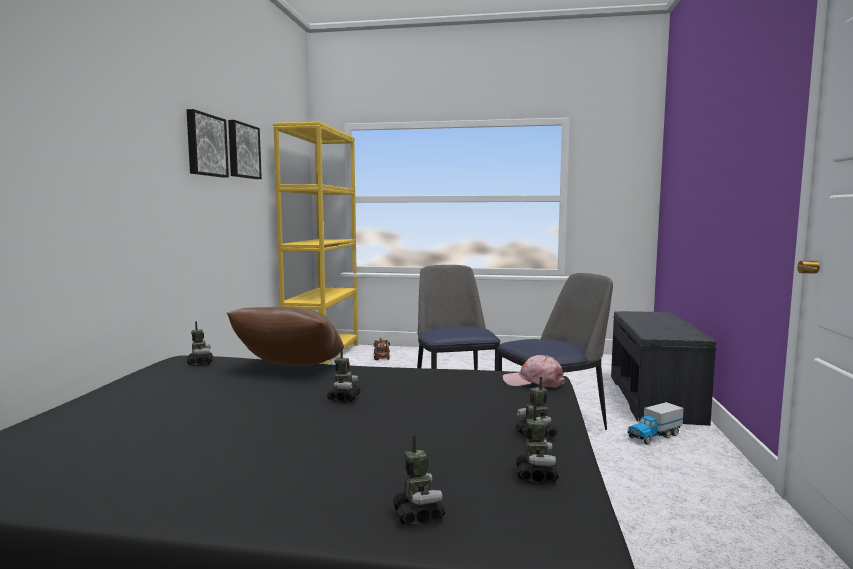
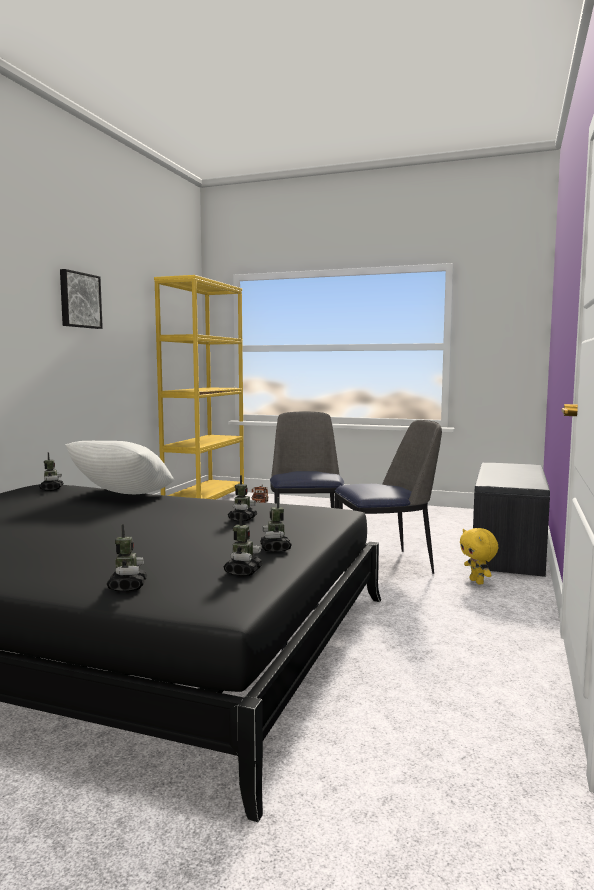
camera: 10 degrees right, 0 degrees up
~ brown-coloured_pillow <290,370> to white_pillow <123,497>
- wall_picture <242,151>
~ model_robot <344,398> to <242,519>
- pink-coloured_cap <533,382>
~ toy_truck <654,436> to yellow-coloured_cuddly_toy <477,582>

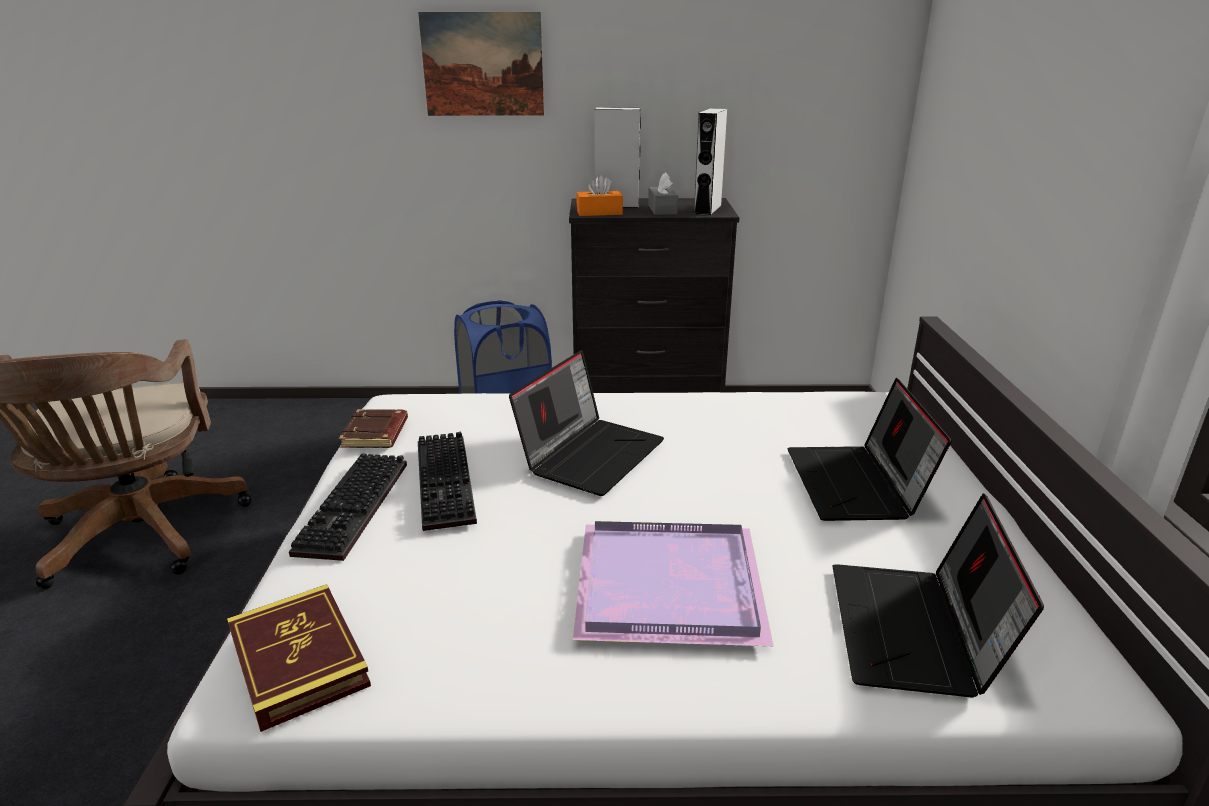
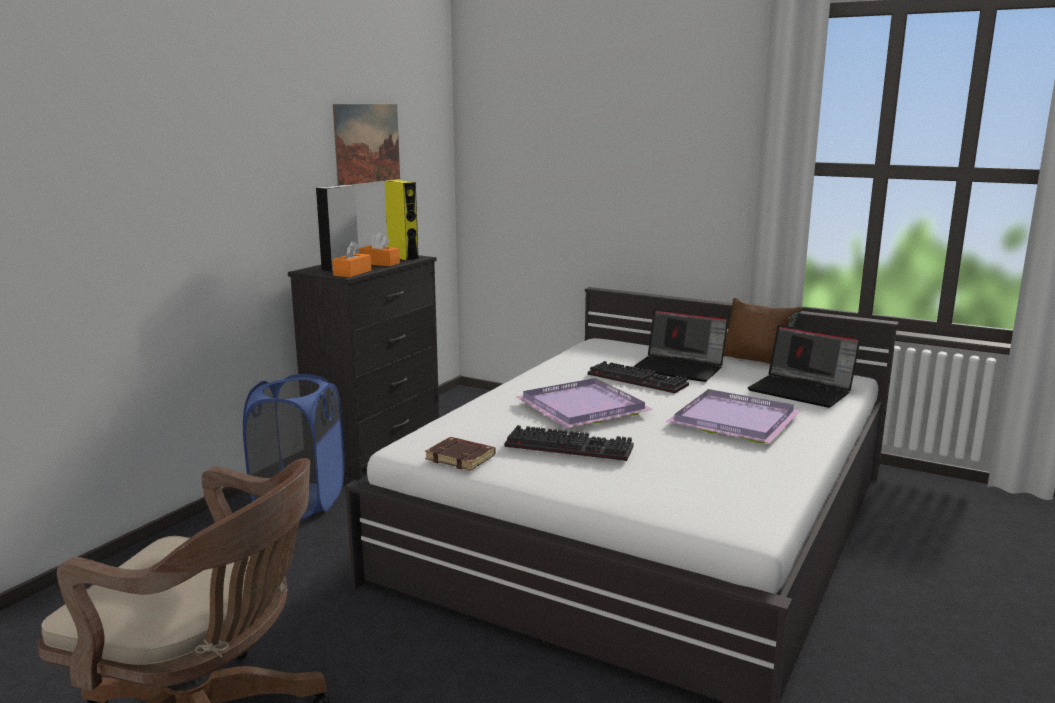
camera: 60 degrees left, 10 degrees down
- book <298,660>
~ PC_keyboard <356,509> to <639,380>
~ wall_picture <483,64> to <367,143>
~ notebook_computer <590,454> to purple_tray <580,407>
~ gray_tissue_box <662,210> to orange-coloured_tissue_box <379,263>
~ gray_audio_speaker <707,209> to yellow-coloured_audio_speaker <403,257>
+ brown-coloured_pillow <757,360>

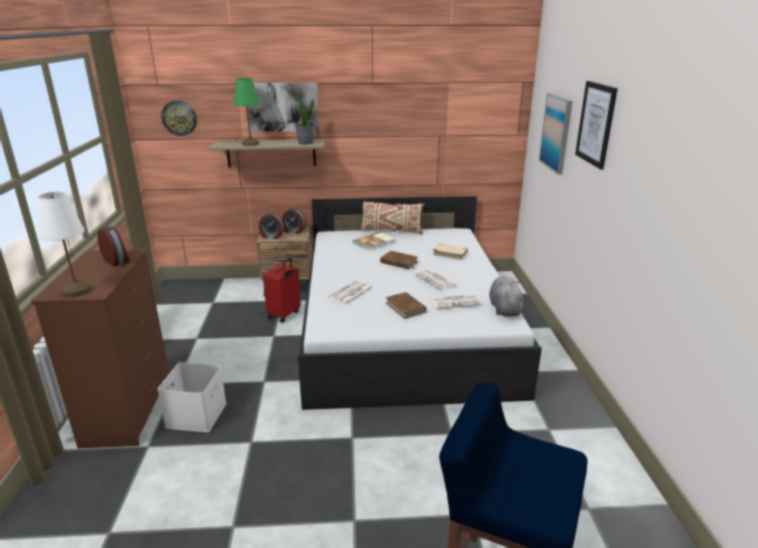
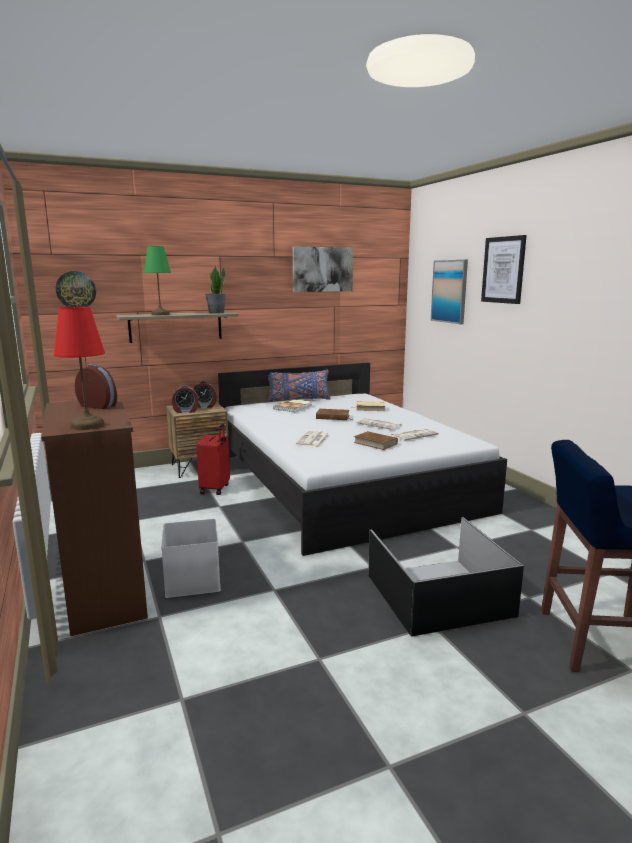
camera: 20 degrees left, 10 degrees down
~ white_tabletop_lamp <76,291> to reddish_tabletop_lamp <87,425>
~ wall_picture <283,107> to <322,269>
~ beige-coloured_pillow <391,231> to blue-coloured_pillow <298,399>
- gray_cuddly_toy <504,308>
+ black-coloured_storage_container <440,594>

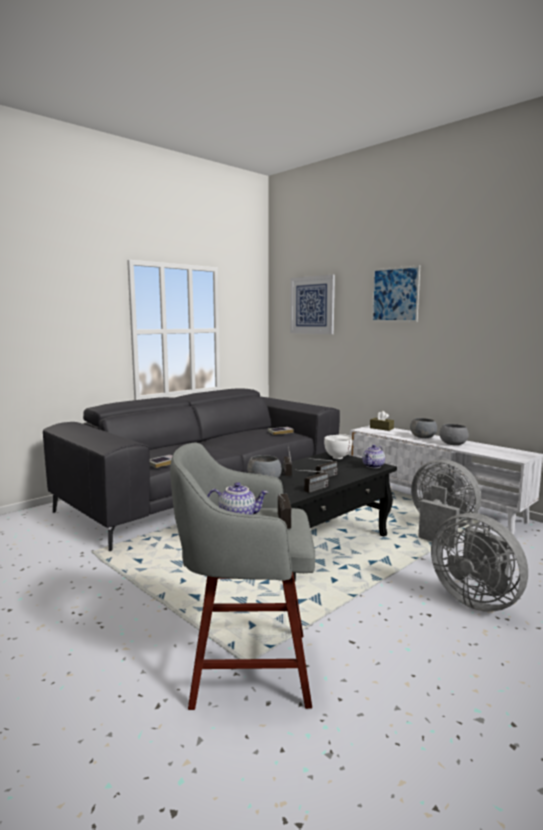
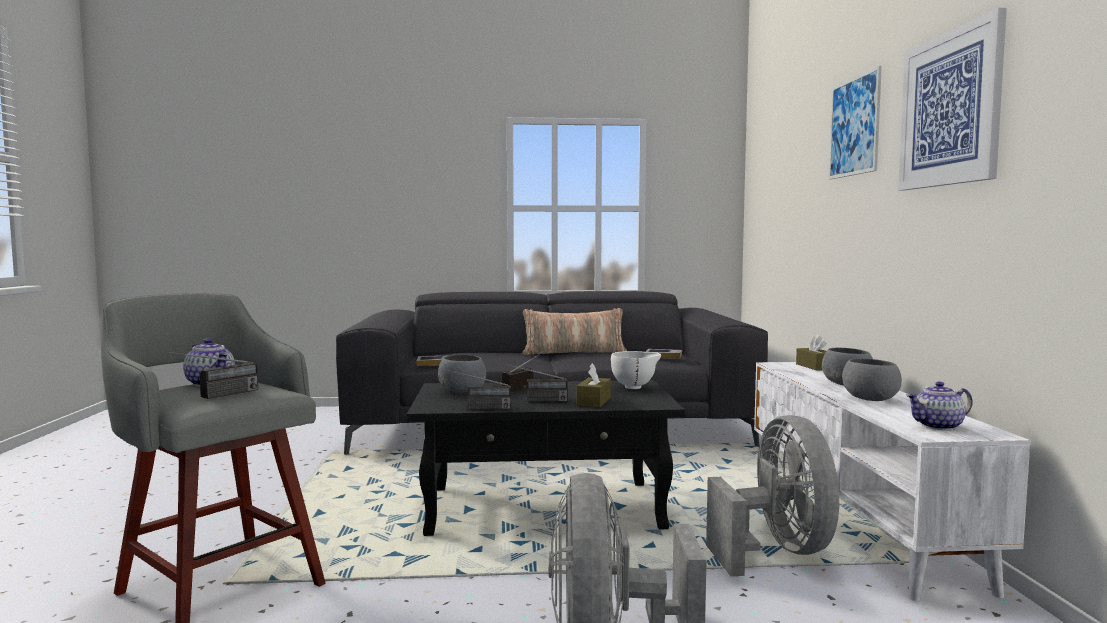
camera: 40 degrees right, 5 degrees down
~ wall_picture <312,305> to <949,109>
~ tea_pot <373,466> to <938,426>
+ pillow <574,352>
+ brown-coloured_tissue_box <594,401>

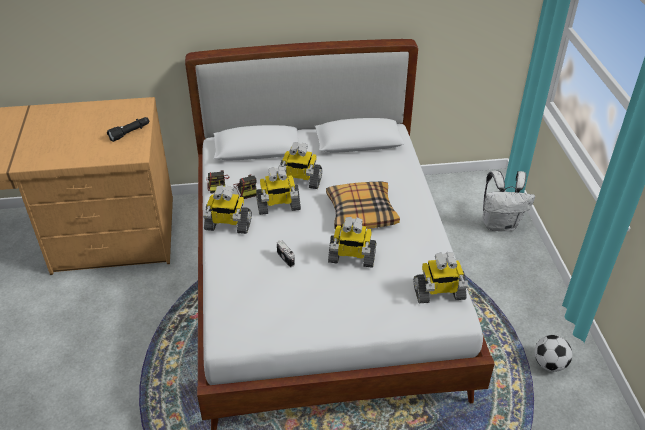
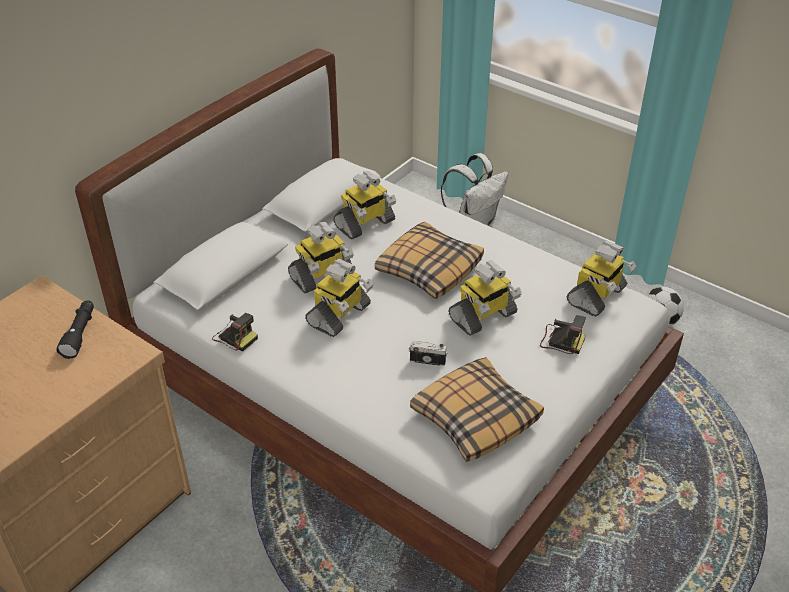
camera: 45 degrees left, 0 degrees up
~ model_robot <227,225> to <365,224>
~ photo_camera <247,189> to <560,341>
+ pillow <475,417>

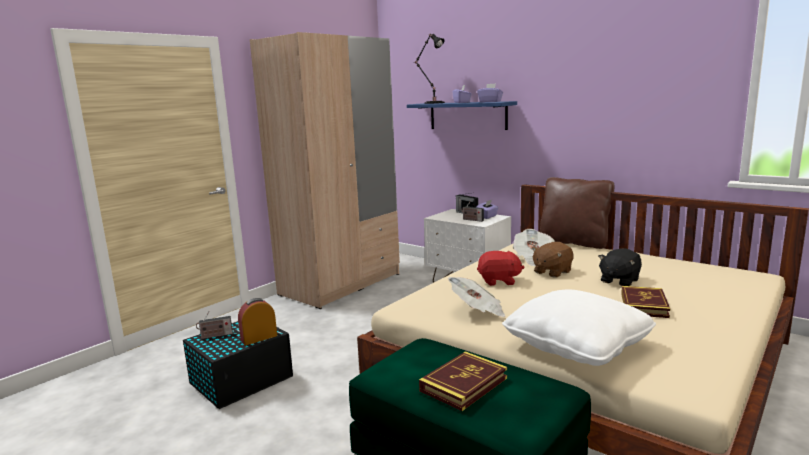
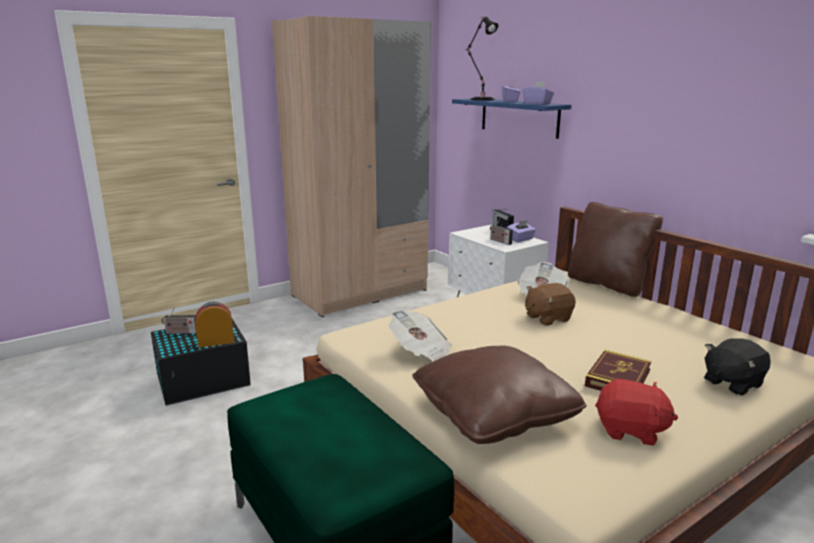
camera: 15 degrees right, 5 degrees up
- book <463,384>
~ reddish_cuddly_toy <499,281> to <630,430>
~ white_pillow <577,345> to brown-coloured_pillow <494,413>
~ black-coloured_cuddly_toy <619,281> to <732,383>

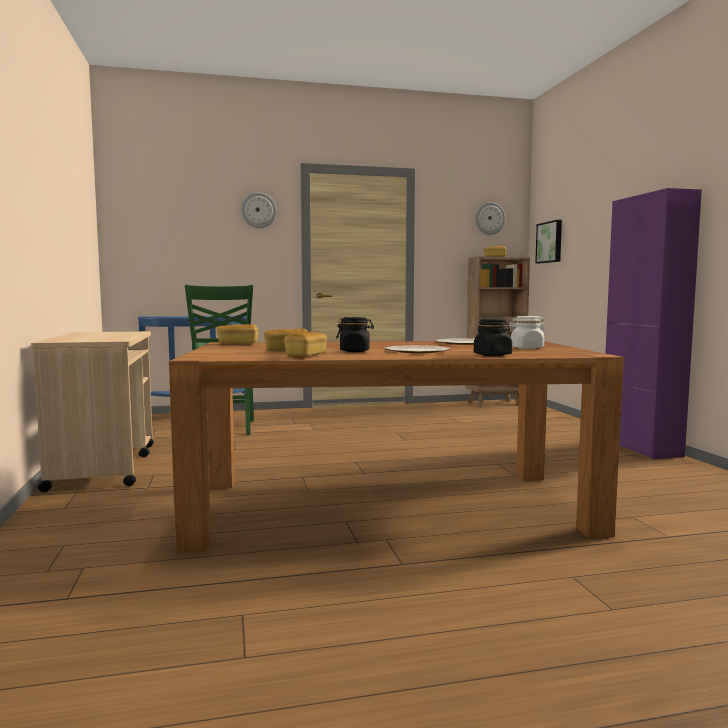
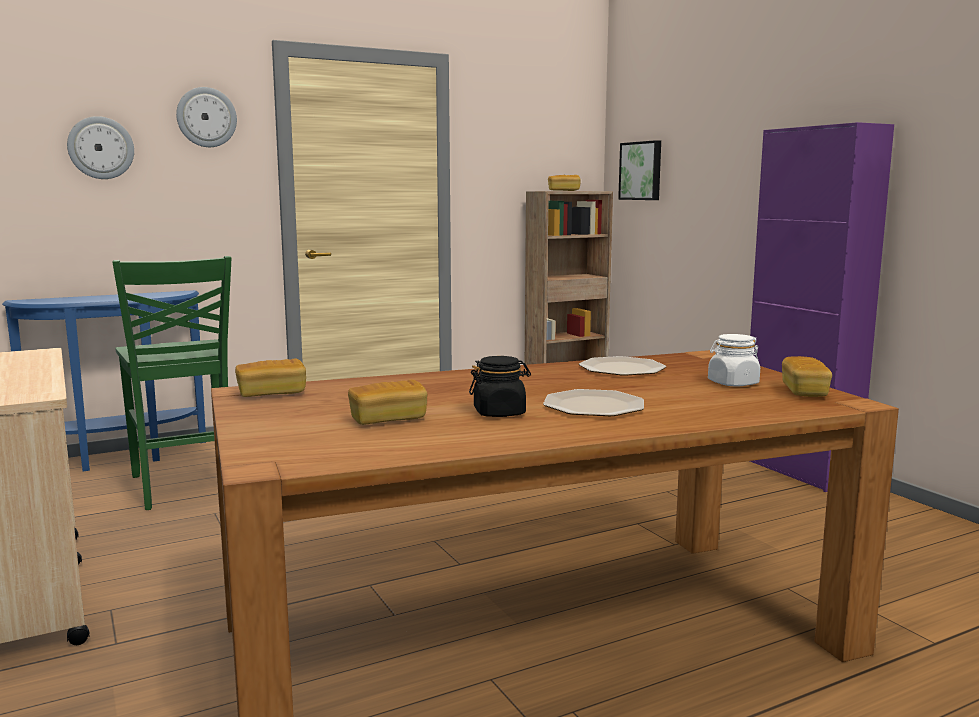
camera: 15 degrees left, 5 degrees up
~ baked_bread <306,356> to <804,391>
- black-coloured_jar <492,355>
~ hanging_clock <489,218> to <101,148>

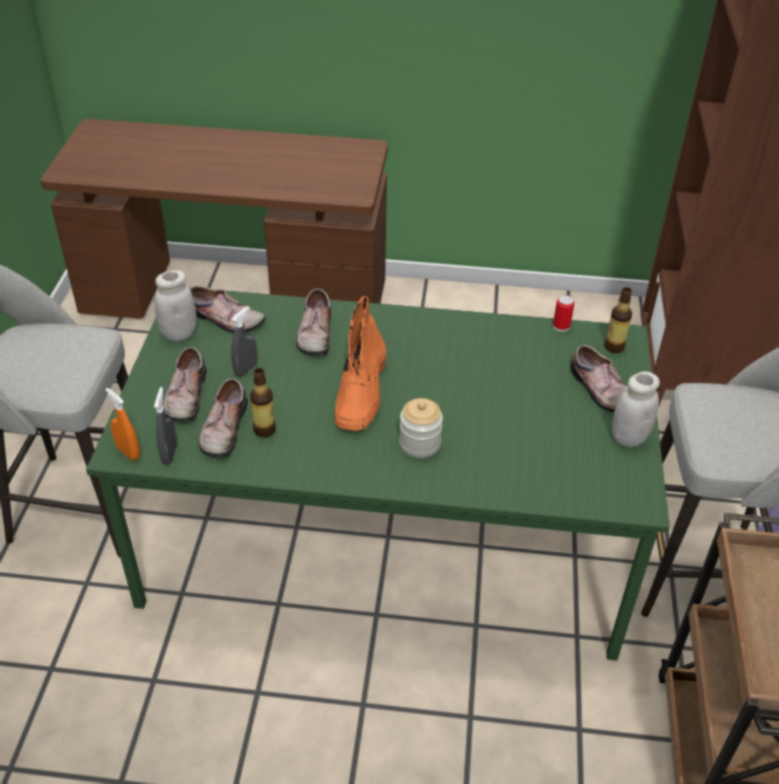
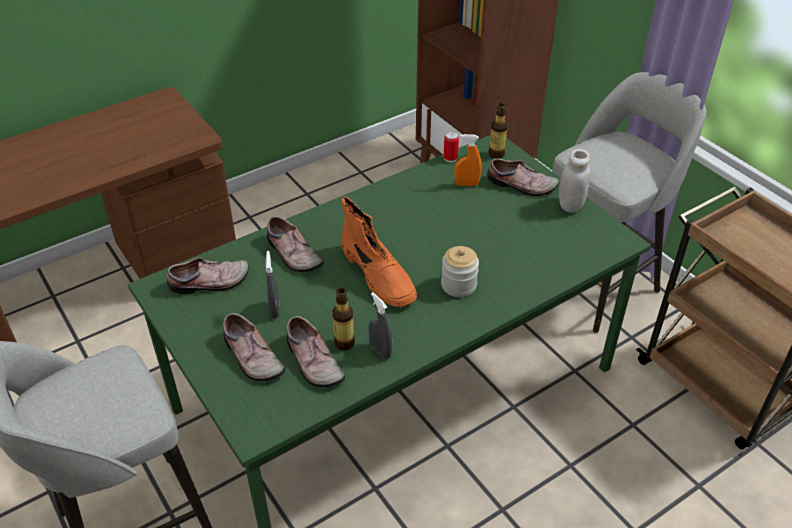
camera: 40 degrees left, 0 degrees up
~ orange-coloured_hand_sprayer <128,452> to <466,184>
- white_jar <179,334>
~ gray_hand_sprayer <169,454> to <380,350>

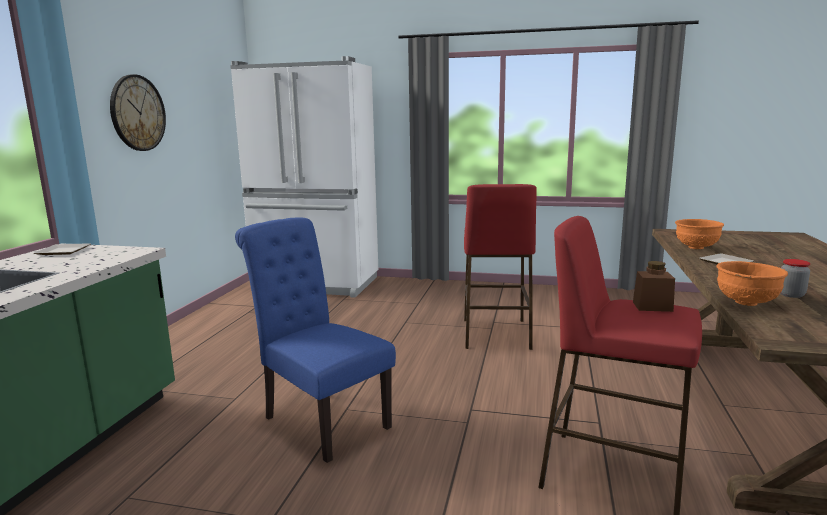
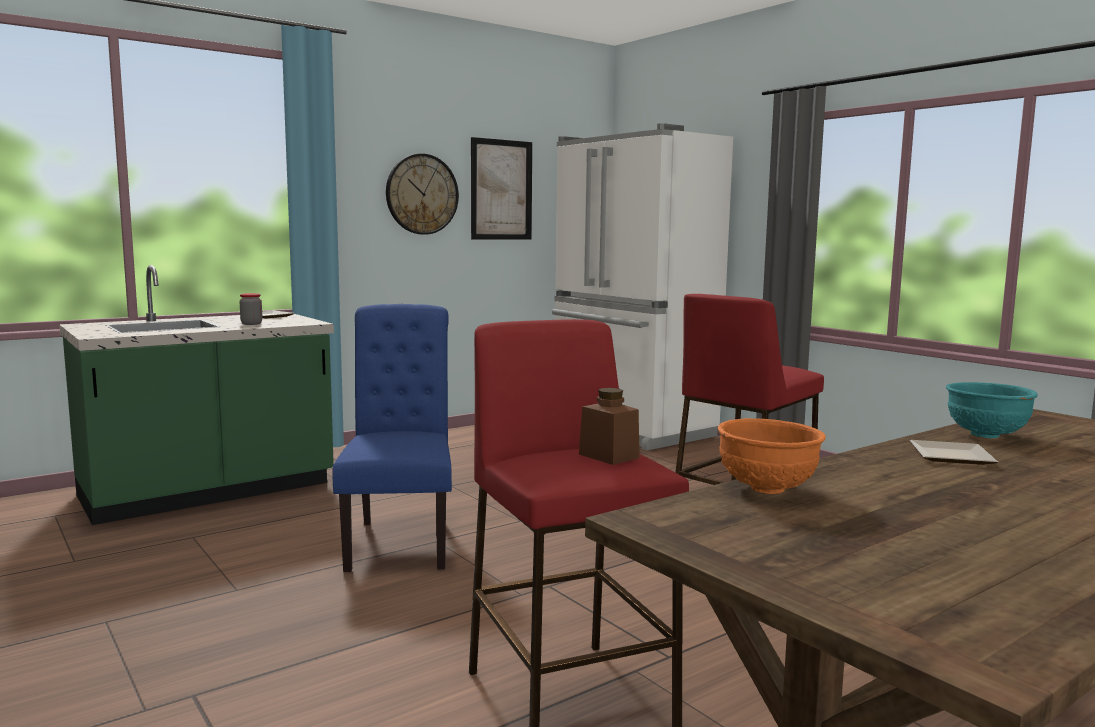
camera: 40 degrees right, 5 degrees down
~ orange-coloured_serving_bowl <696,247> to turquoise-coloured_serving_bowl <986,435>
~ jar <791,295> to <251,324>
+ wall_picture <501,190>

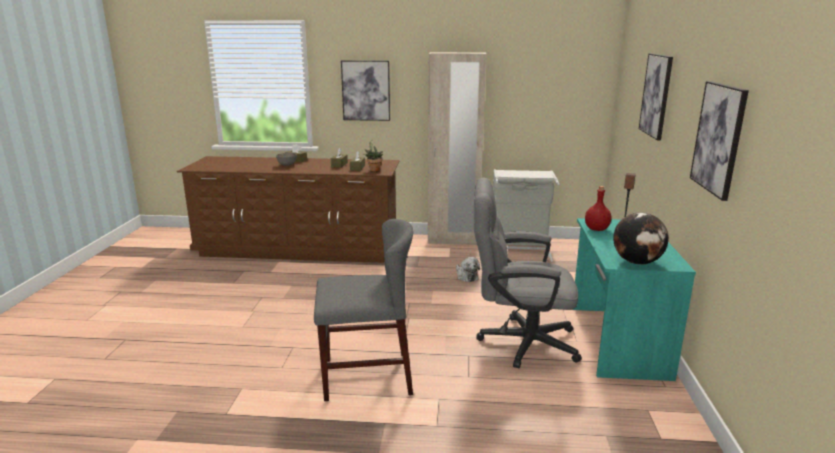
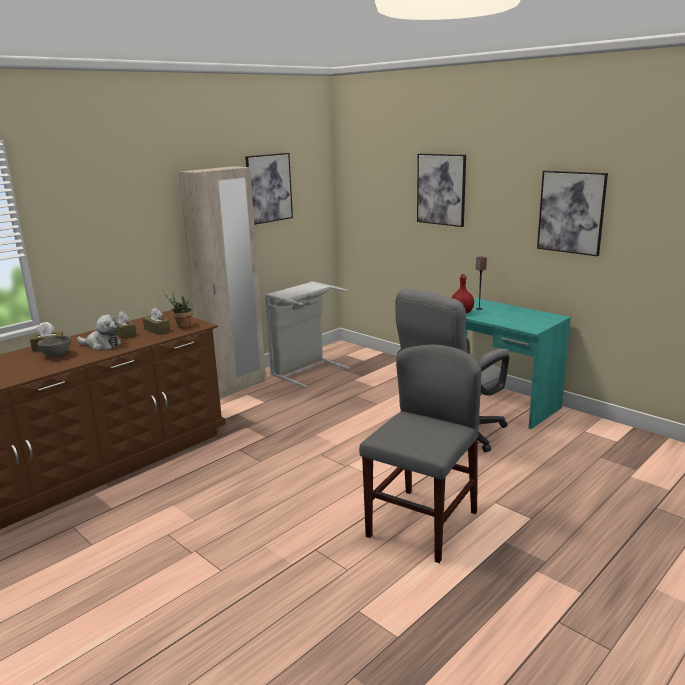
camera: 50 degrees left, 0 degrees up
~ wall_picture <366,90> to <269,188>
~ cuddly_toy <466,276> to <102,345>
- world_globe <637,262>

